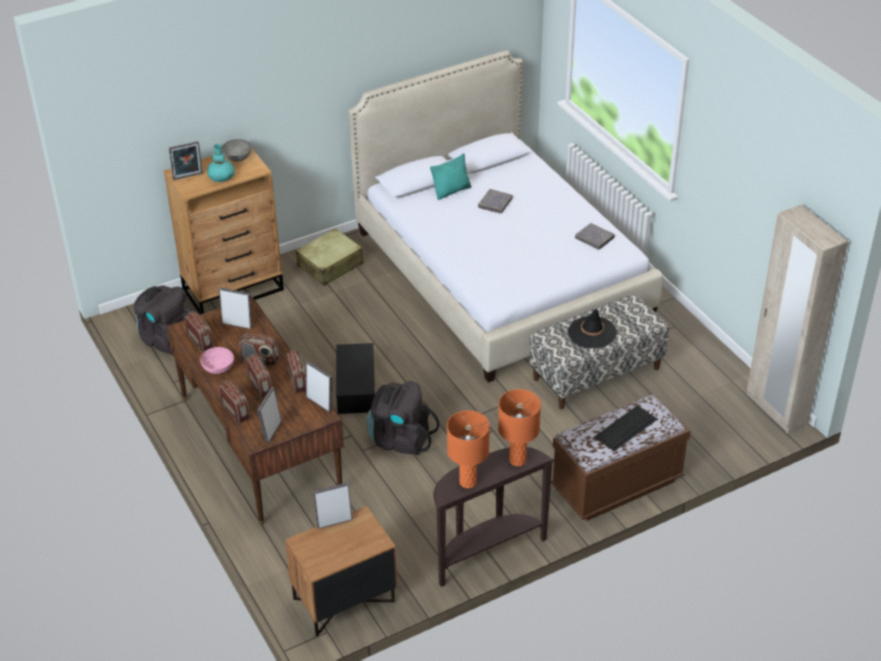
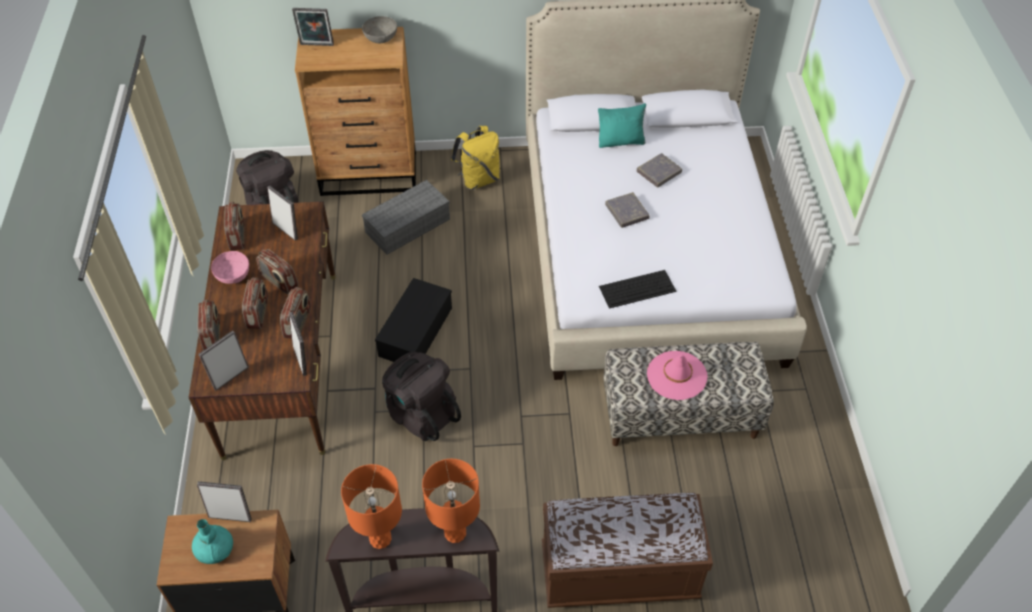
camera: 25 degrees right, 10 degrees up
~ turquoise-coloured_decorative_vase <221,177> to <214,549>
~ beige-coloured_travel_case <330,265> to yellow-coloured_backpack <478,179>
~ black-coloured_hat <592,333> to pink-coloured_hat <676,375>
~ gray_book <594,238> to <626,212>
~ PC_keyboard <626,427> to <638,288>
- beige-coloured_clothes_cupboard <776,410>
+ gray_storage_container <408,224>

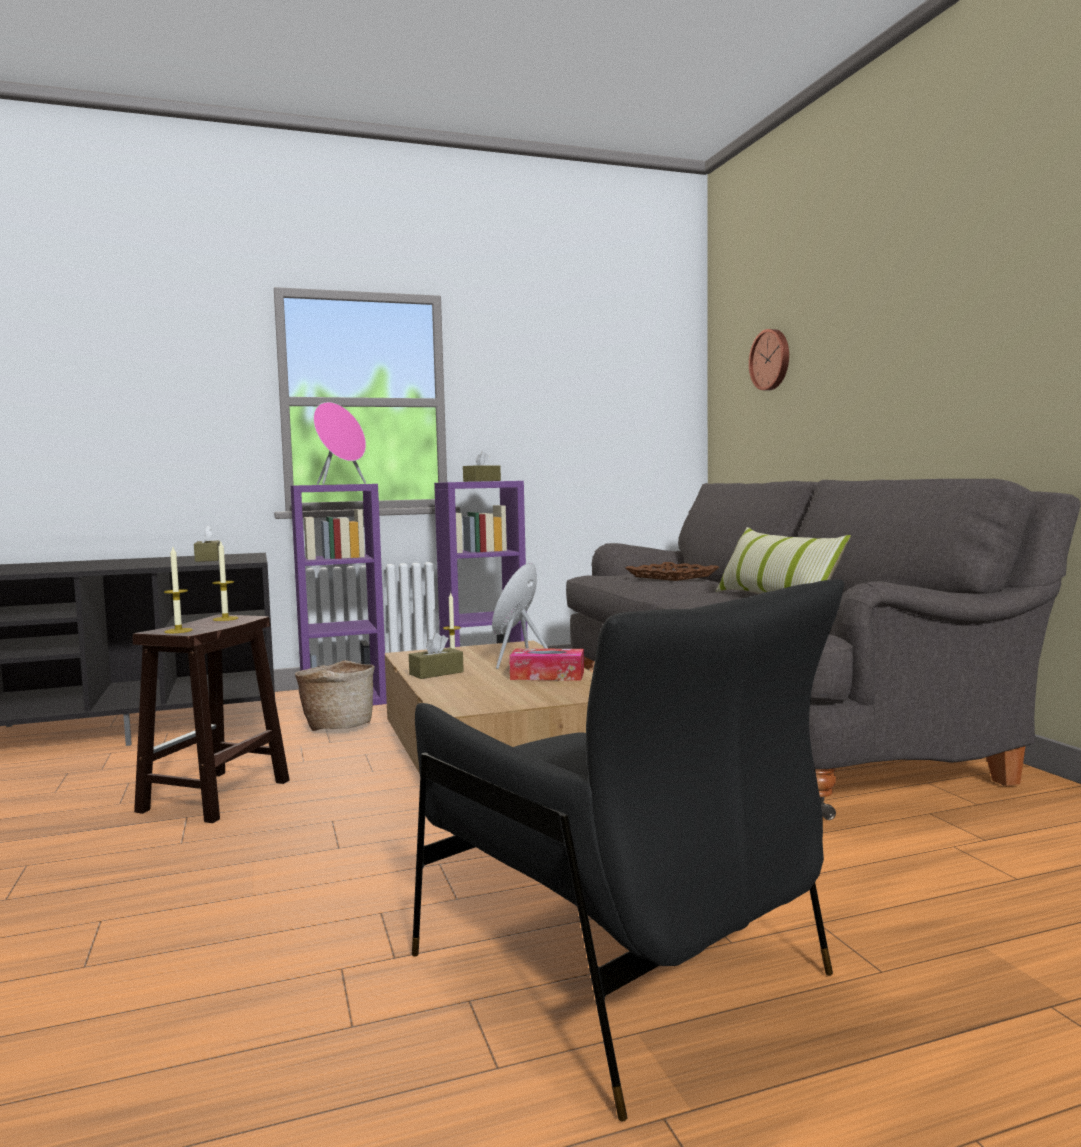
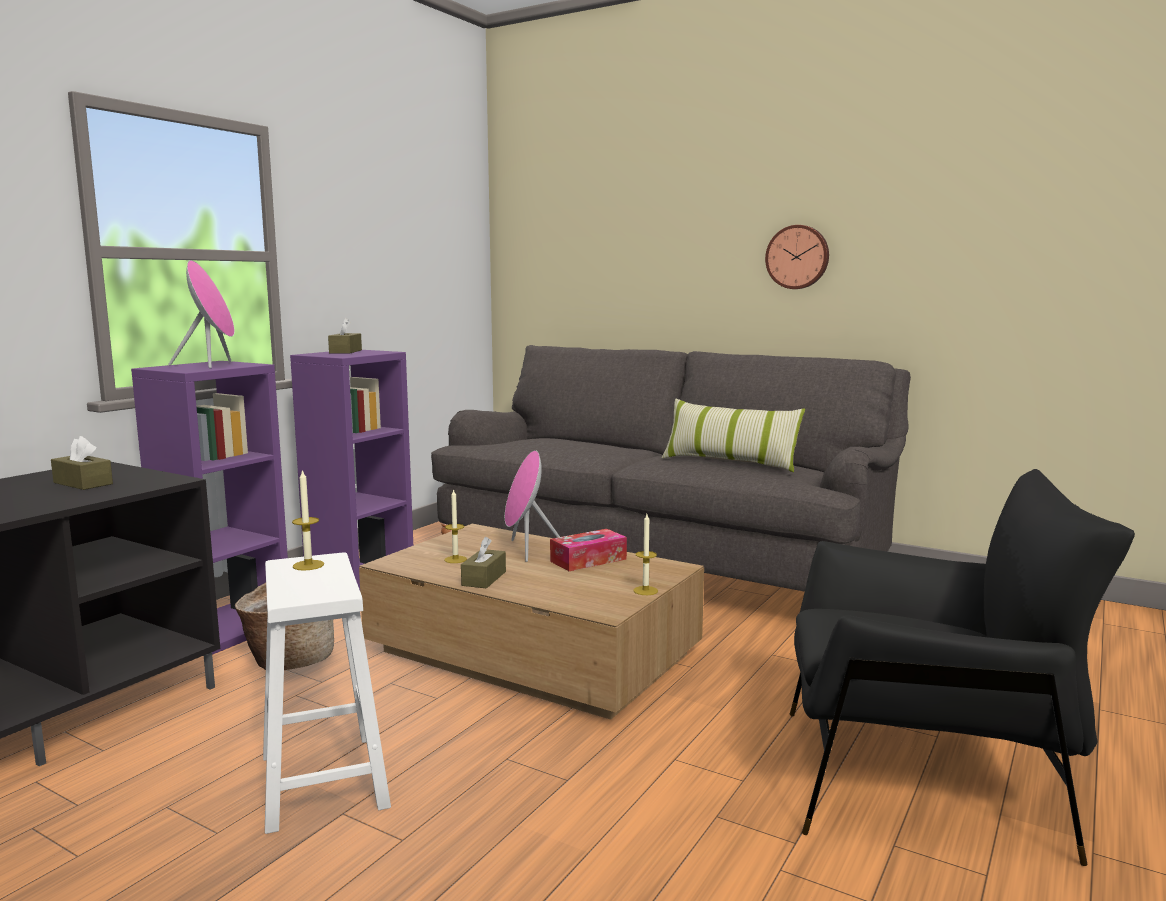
camera: 40 degrees left, 5 degrees up
~ brown-coloured_sitting_stool <214,797> to white_sitting_stool <324,781>
~ wax_candle <178,631> to <645,590>
- brown-coloured_tray <671,576>
~ hanging_clock <771,360> to <797,257>

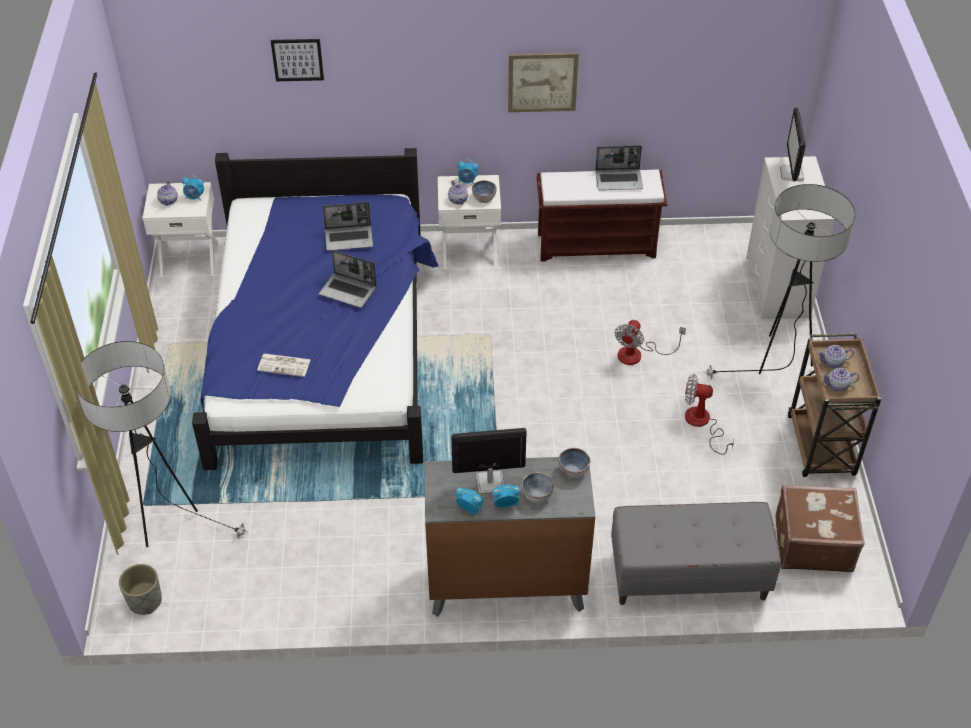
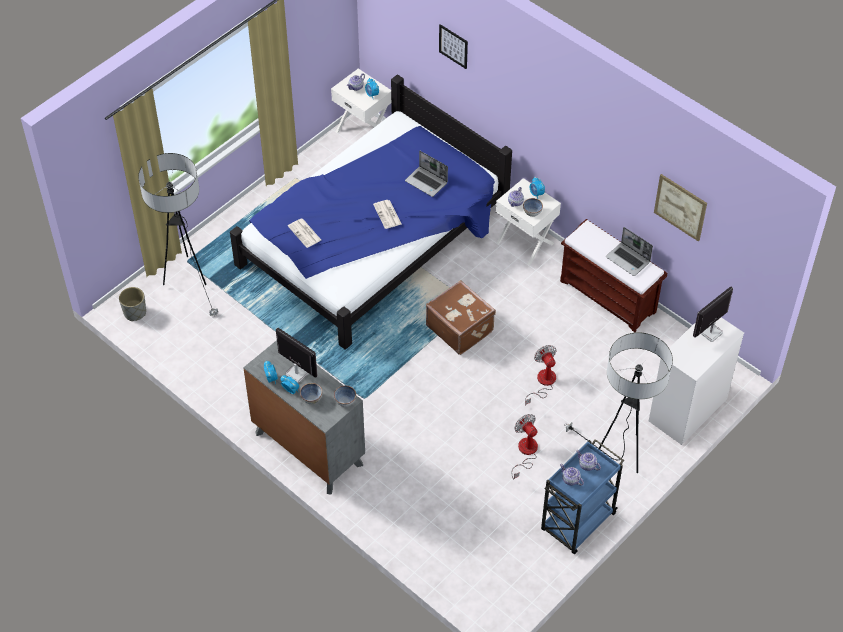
camera: 45 degrees right, 5 degrees up
~ notebook_computer <349,291> to daily_paper <387,215>
~ wall_picture <542,82> to <680,207>
- gray_indoor_bench <688,576>
~ electric_fan <638,354> = <543,383> 90 degrees clockwise
~ brown-coloured_travel_case <812,543> to <460,328>
~ brown-coloured_wheeled_cart <821,447> to blue-coloured_wheeled_cart <577,523>

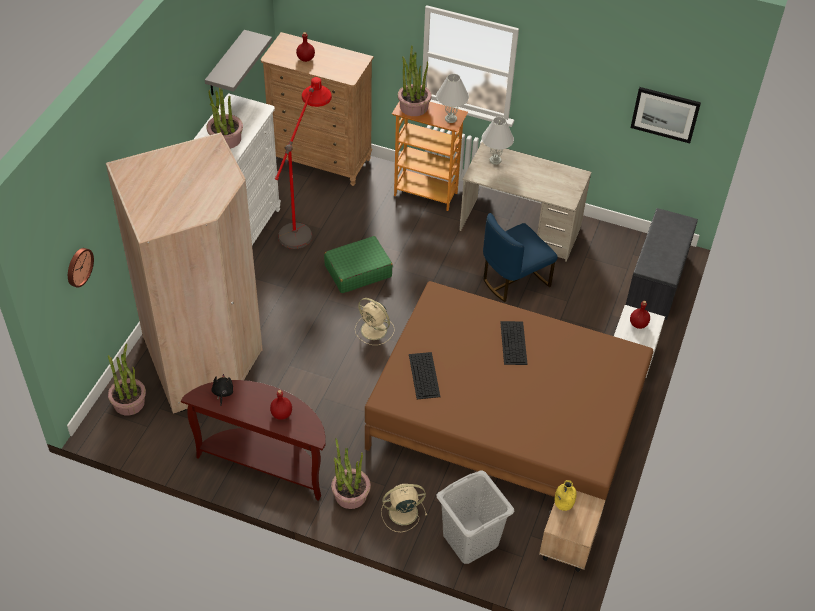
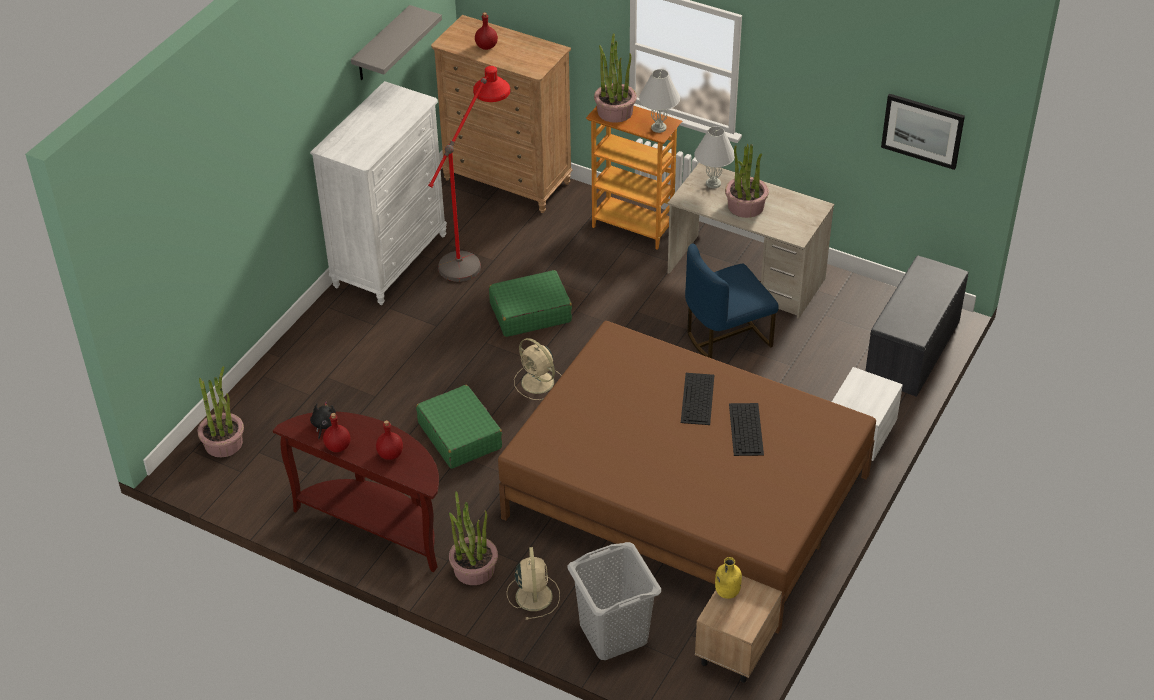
camera: 10 degrees right, 5 degrees down
- hanging_clock <78,267>
- beige-coloured_clothes_cupboard <205,357>
~ potted_plant <226,139> to <745,206>
~ beige-coloured_electric_fan <401,513> = <533,595> 90 degrees clockwise
~ PC_keyboard <424,376> to <746,429>
~ reddish_drink_bottle <638,324> to <338,446>
+ green_travel_case <460,435>

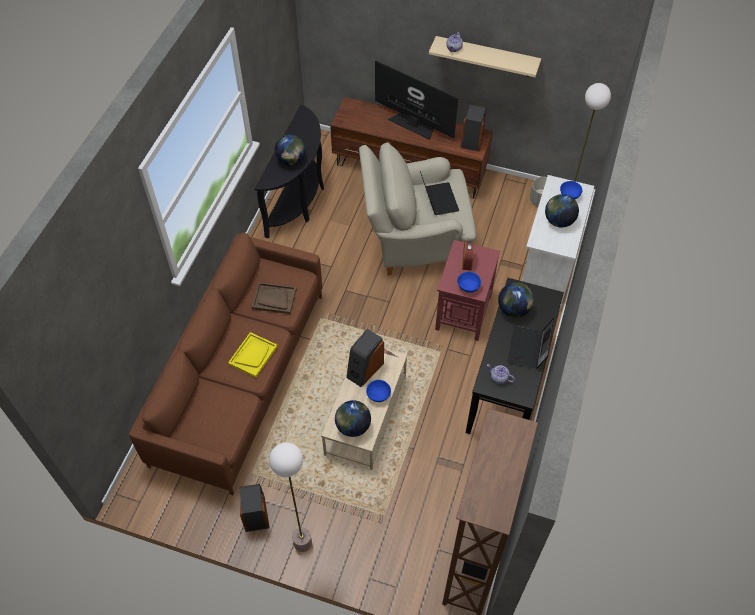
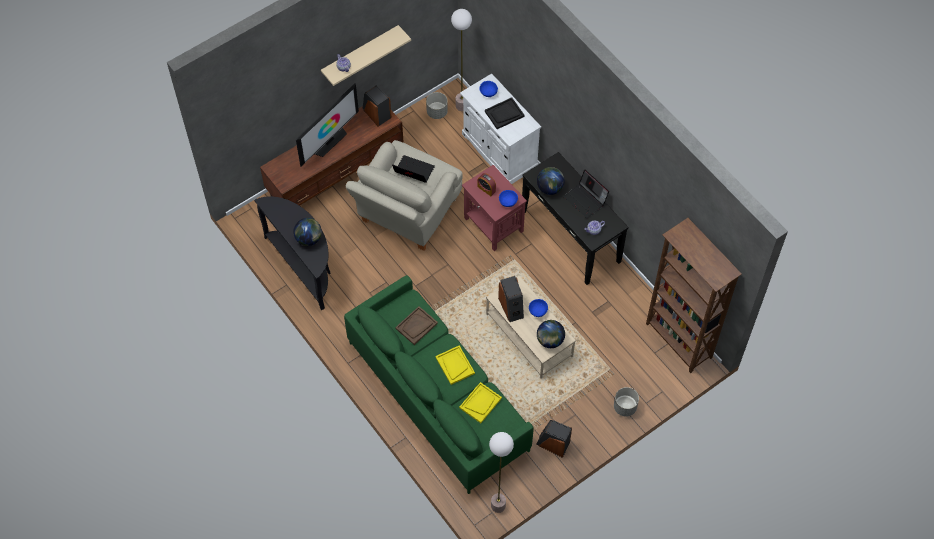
camera: 55 degrees left, 5 degrees up
~ brown-coloured_couch <240,377> to green_couch <438,395>
~ standing_lamp <302,543> to <498,506>
~ TV <413,124> = <329,141> 150 degrees clockwise
~ world_globe <558,221> to black-coloured_tray <504,114>
+ yellow-coloured_tray <480,403>
+ gray_flower_pot <625,407>

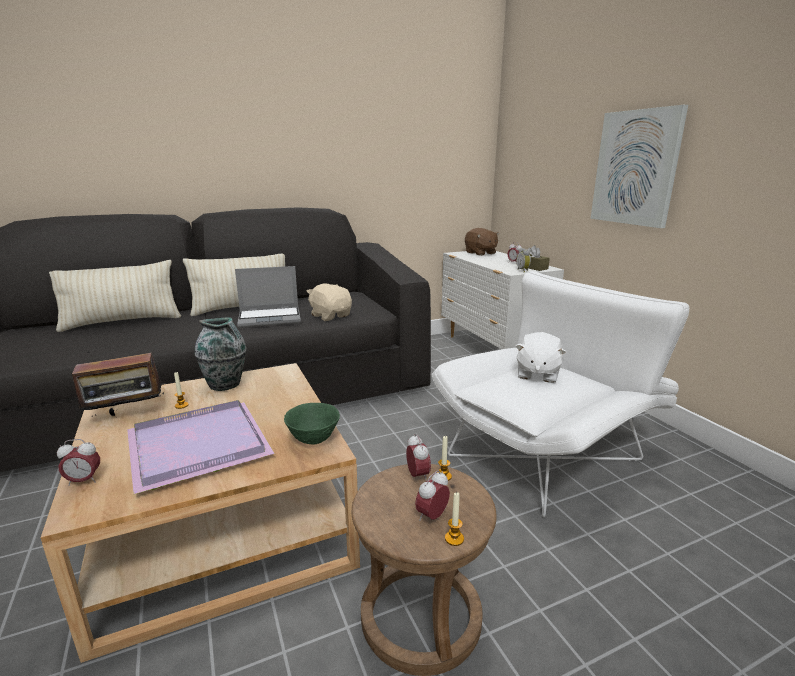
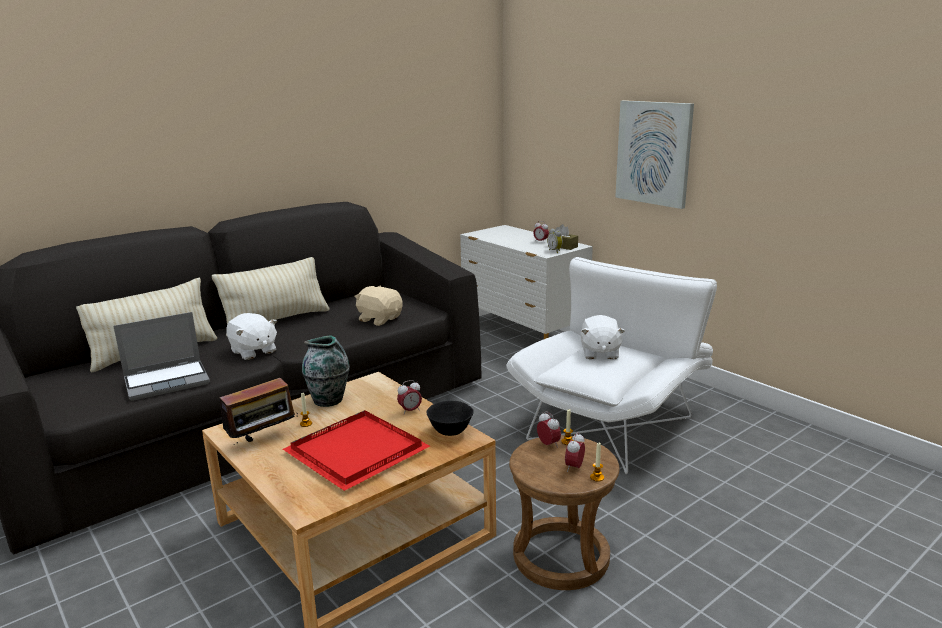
camera: 15 degrees left, 0 degrees up
~ bedside_clock <84,481> to <410,411>
~ purple_tray <196,447> to reddish_tray <356,453>
~ notebook_computer <270,318> to <168,381>
~ green_serving_bowl <313,439> to black-coloured_serving_bowl <450,432>
- brown-coloured_cuddly_toy <480,253>
+ white_cuddly_toy <253,352>

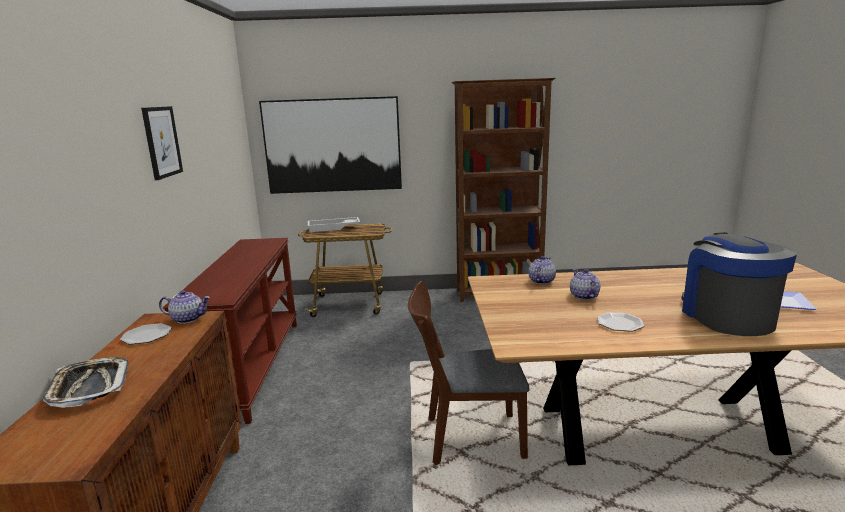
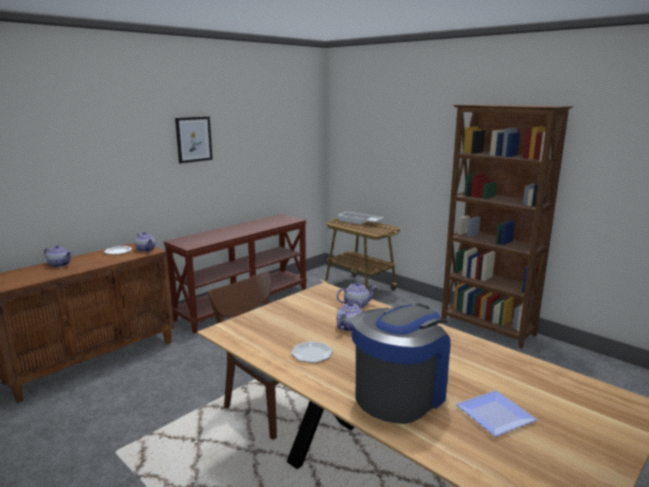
camera: 45 degrees right, 0 degrees up
~ tray <89,387> to tea_pot <60,264>
- wall_picture <332,145>

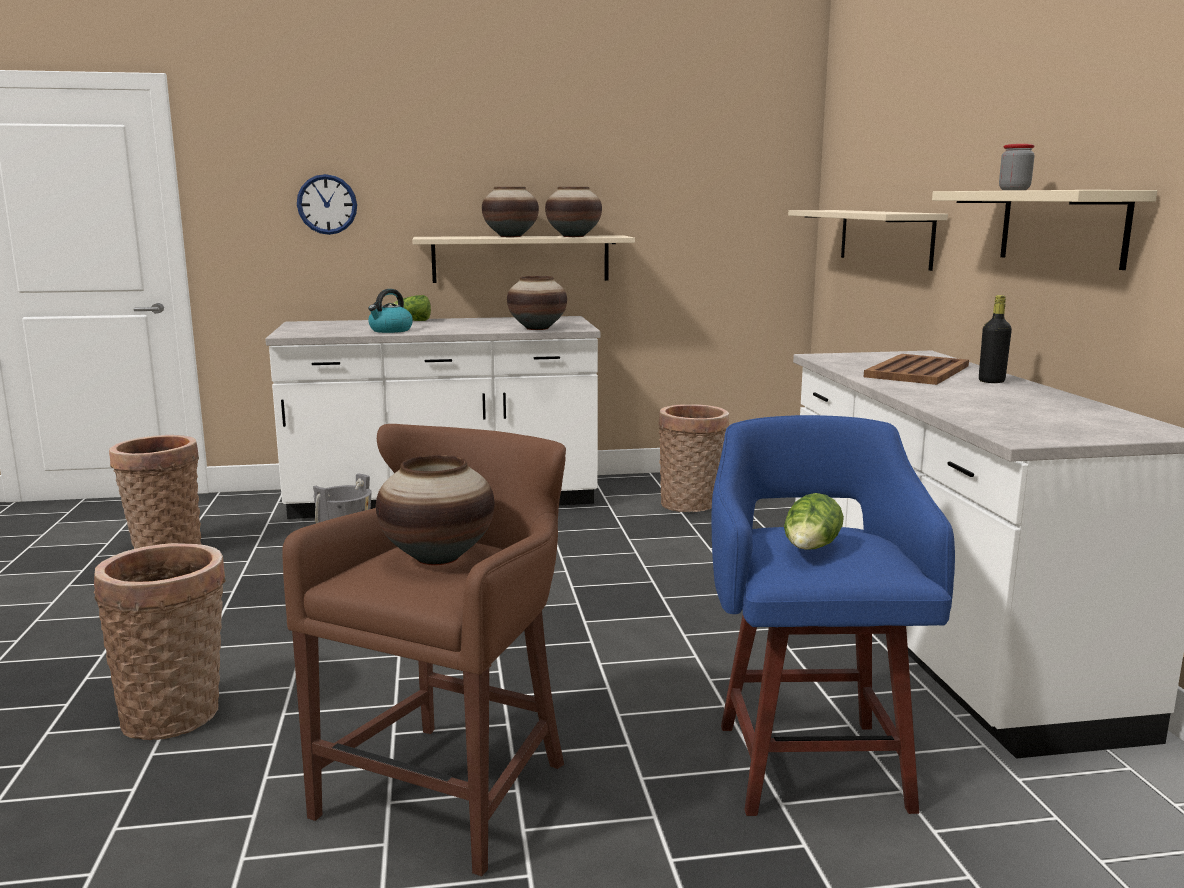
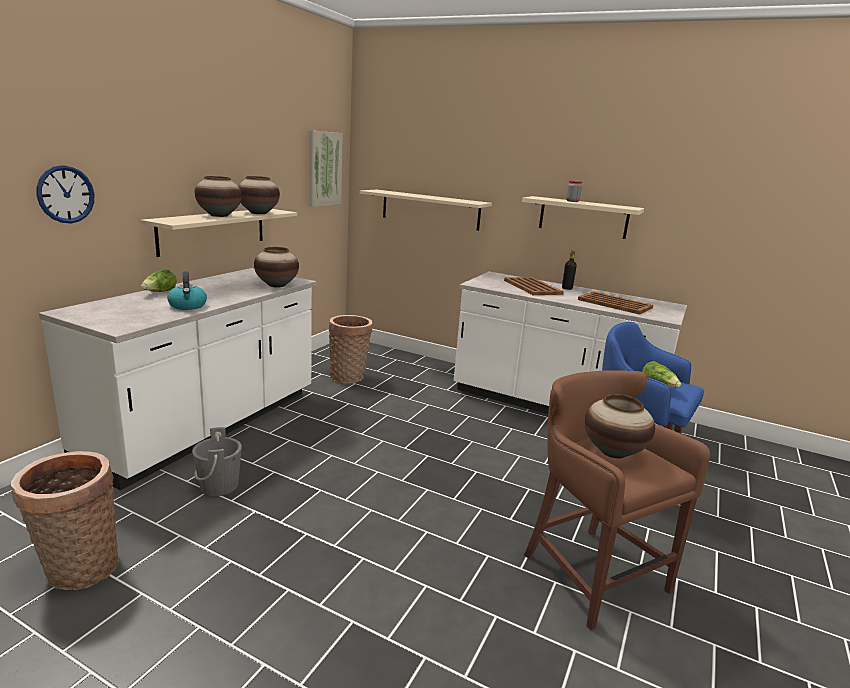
camera: 55 degrees left, 5 degrees up
- household_basket <177,713>
+ wall_picture <324,169>
+ brown-coloured_tray <614,303>

